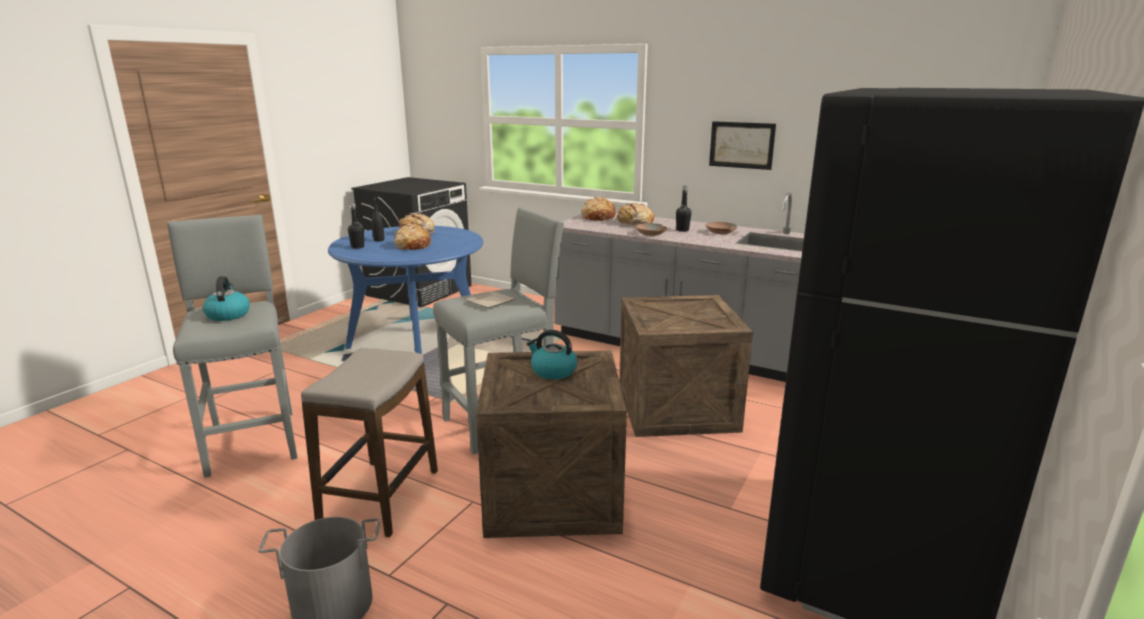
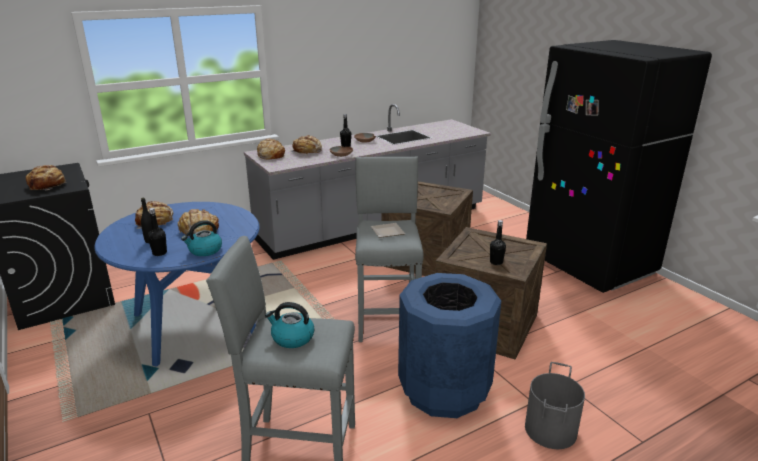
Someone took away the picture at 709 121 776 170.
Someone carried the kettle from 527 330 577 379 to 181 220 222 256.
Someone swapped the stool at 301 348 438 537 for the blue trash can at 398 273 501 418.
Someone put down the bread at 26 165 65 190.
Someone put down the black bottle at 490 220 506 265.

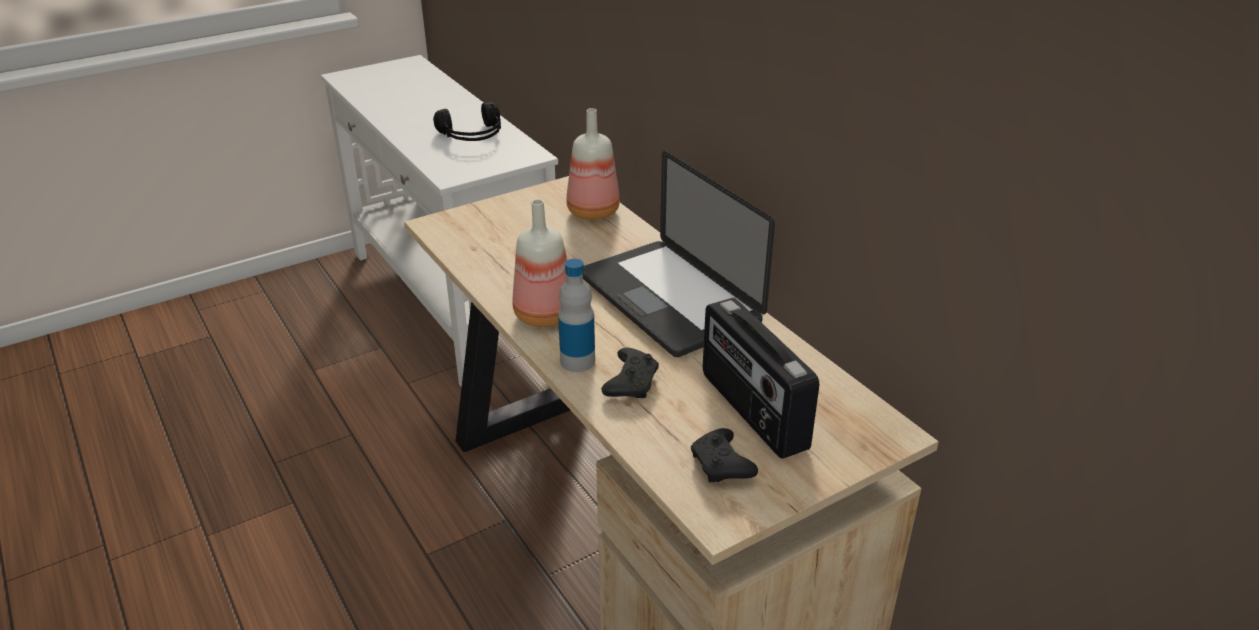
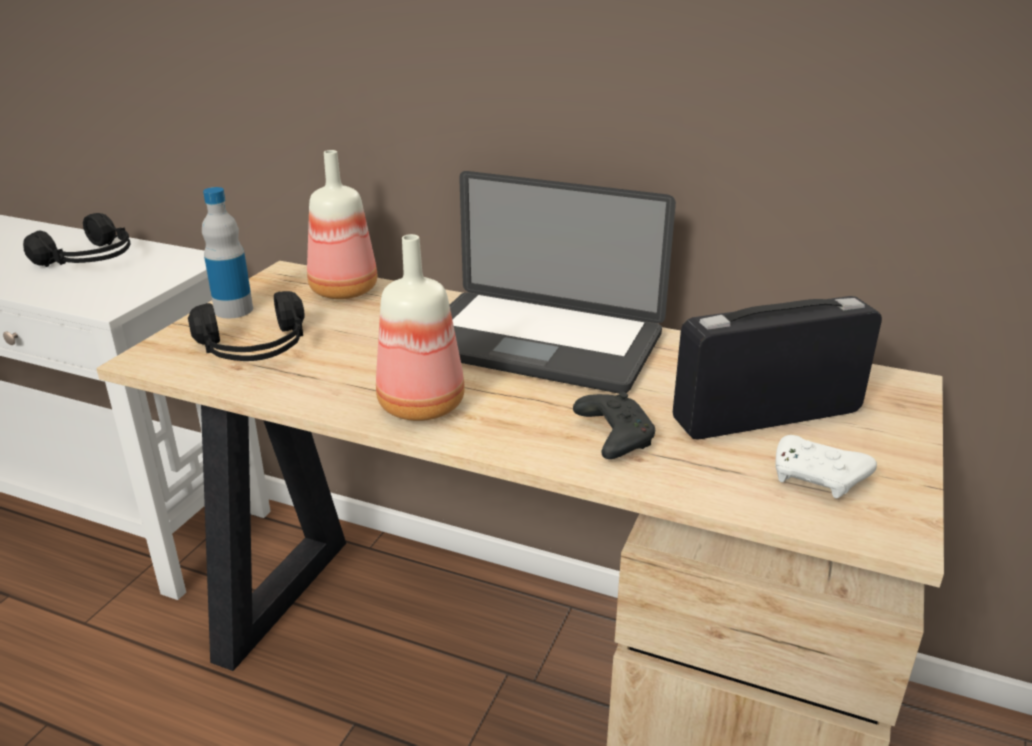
Someone carried the bottle from 558 259 595 372 to 202 187 253 318.
Someone rotated the radio at 703 298 819 459 by 135 degrees clockwise.
Someone repainted the black game controller at 691 428 758 482, which became the white game controller at 776 435 877 498.
Someone put down the black headphones at 188 291 305 361.

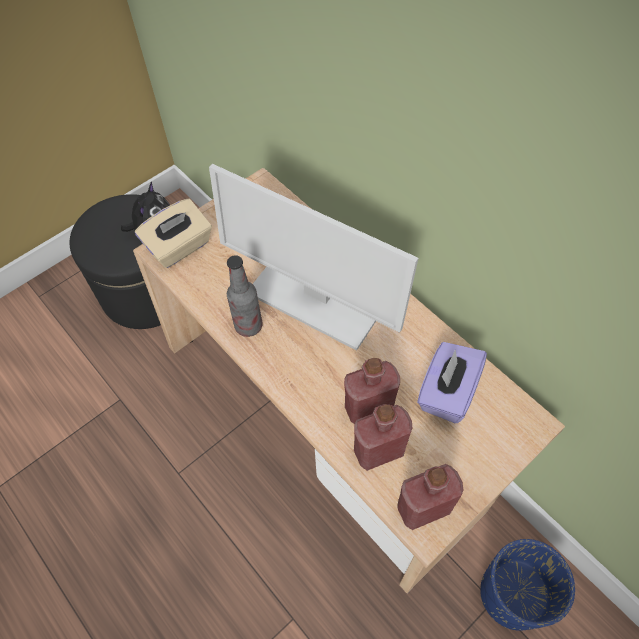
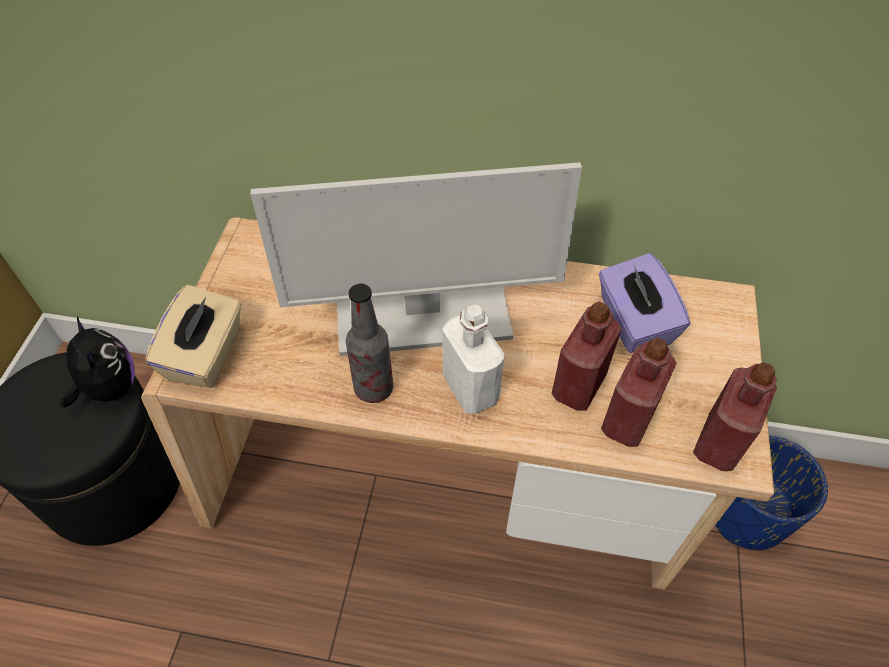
Someone put down the white bottle at 442 304 505 414.

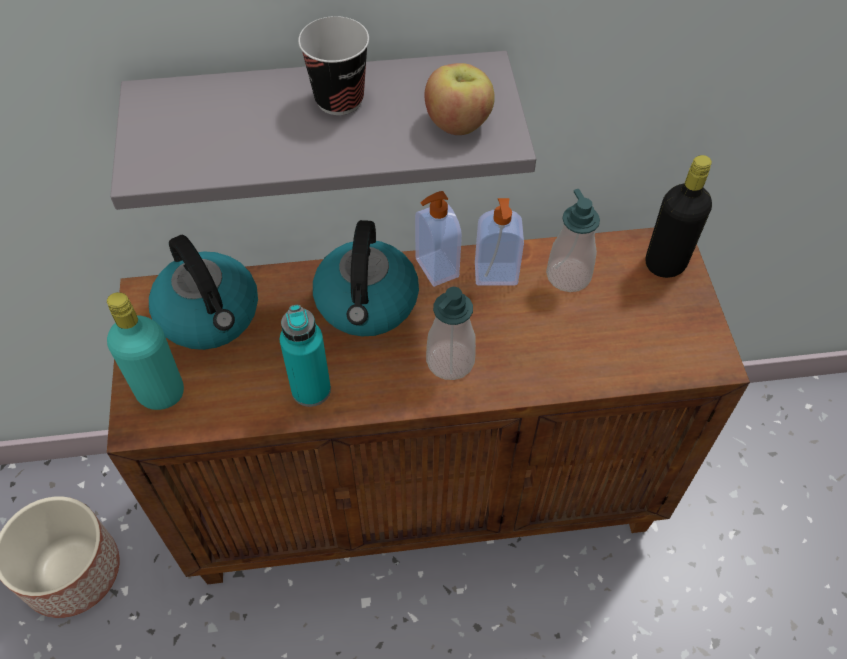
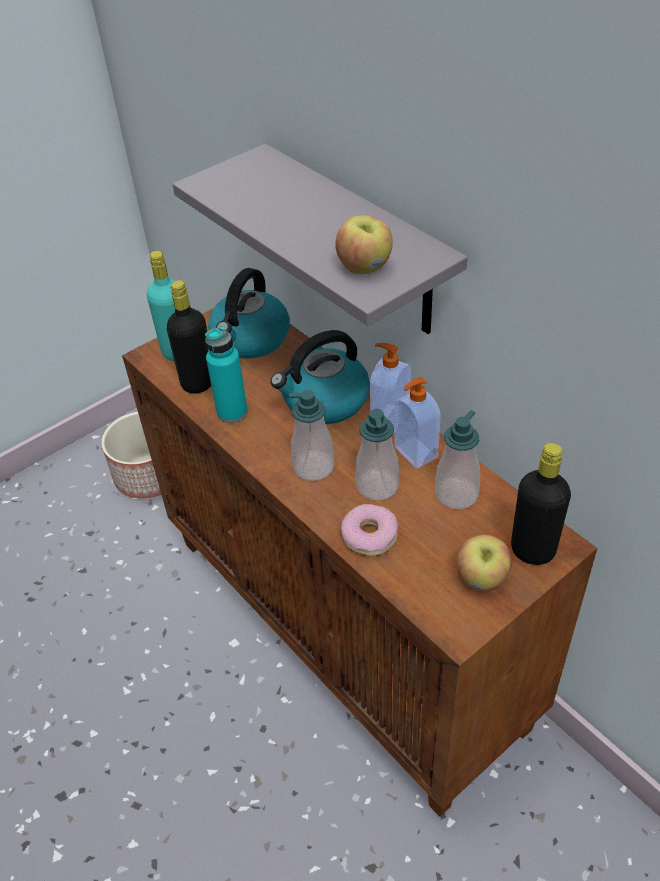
Someone took away the cup at 298 16 369 115.
Someone put down the black bottle at 167 280 211 394.
Someone put down the soap dispenser at 356 409 399 500.
Someone put down the donut at 341 504 398 556.
Someone put down the apple at 456 535 512 591.

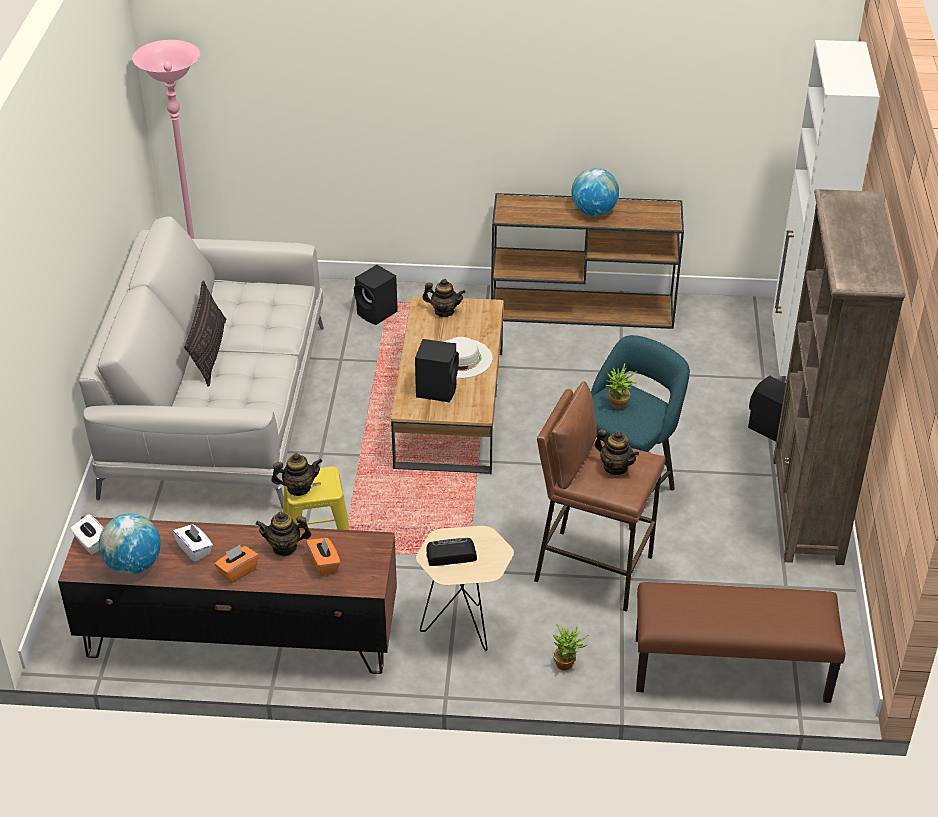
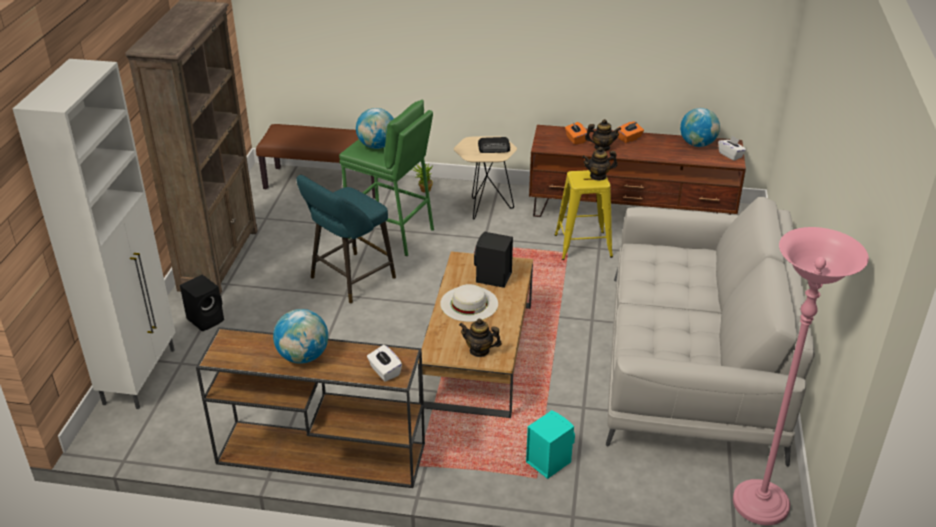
Someone repainted the black speaker at 354 265 398 325, which became the turquoise speaker at 526 410 575 479.
Someone took away the pillow at 184 281 227 387.
Someone took away the potted plant at 606 364 638 410.
Someone repainted the brown stool at 534 381 665 612, which became the green stool at 339 100 434 256.
Someone swapped the teapot at 595 429 639 475 for the globe at 356 108 394 149.
Someone carried the white tissue box from 173 523 213 562 to 367 345 402 382.

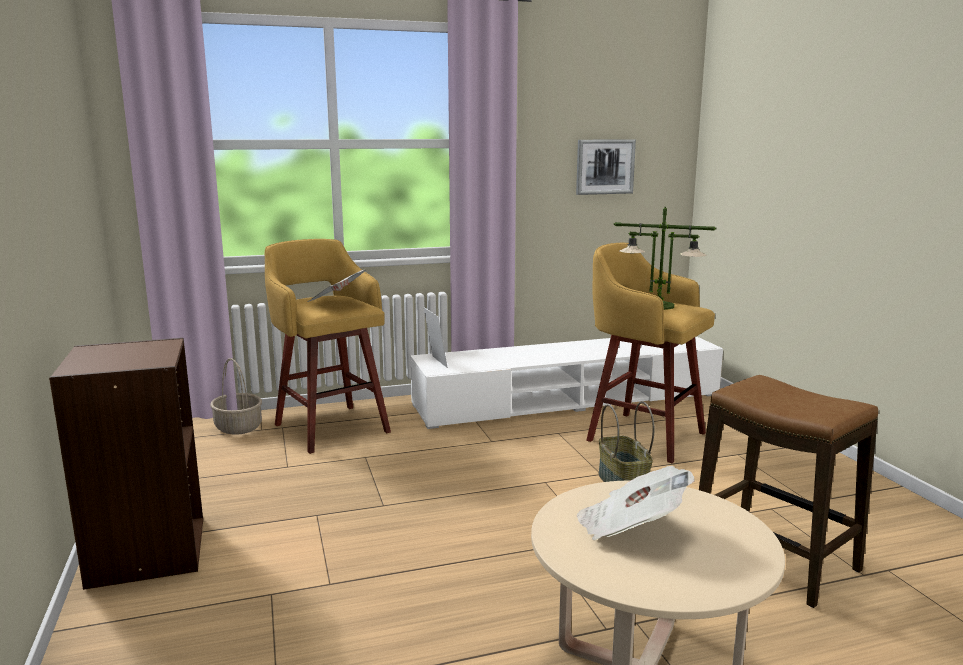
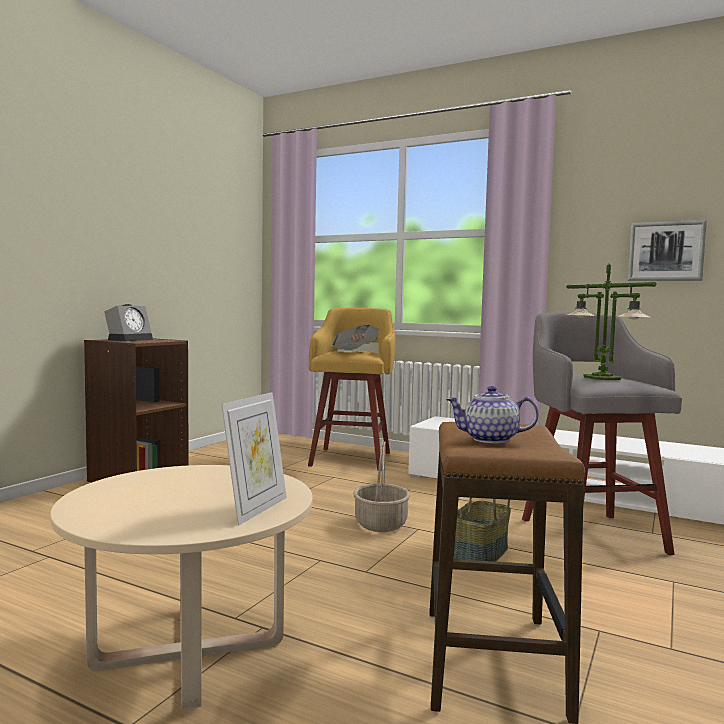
Someone repainted the yellow stool at 586 243 715 463, which became the grey stool at 522 312 682 555.
Someone carried the picture frame from 424 307 448 368 to 221 392 287 525.
Someone carried the basket from 210 358 262 435 to 354 440 410 532.
Someone took away the newspaper at 576 466 695 540.
Someone put down the alarm clock at 104 304 153 341.
Someone put down the teapot at 446 386 539 443.

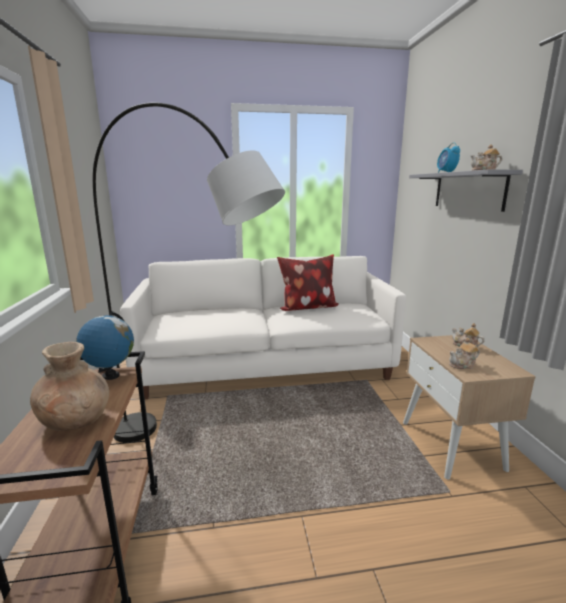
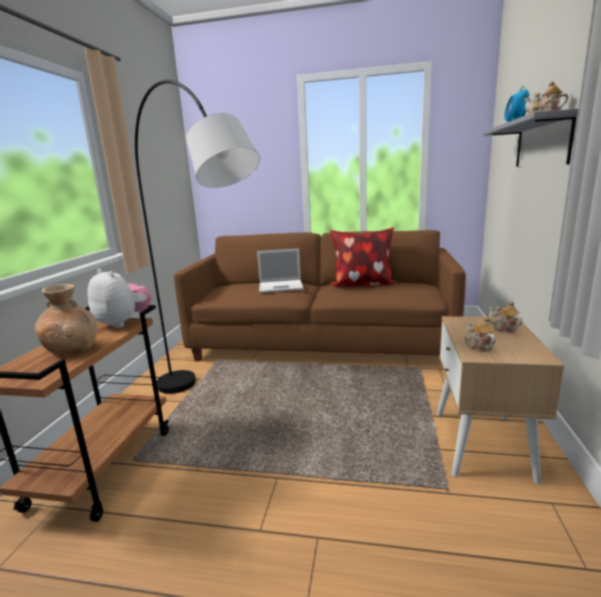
Someone repainted the white sofa at 120 256 406 399, which became the brown sofa at 174 230 466 368.
Someone swapped the globe at 76 311 134 380 for the plush toy at 87 269 152 328.
Someone rotated the teapot at 449 338 480 369 by 75 degrees clockwise.
Someone put down the laptop at 257 249 304 293.

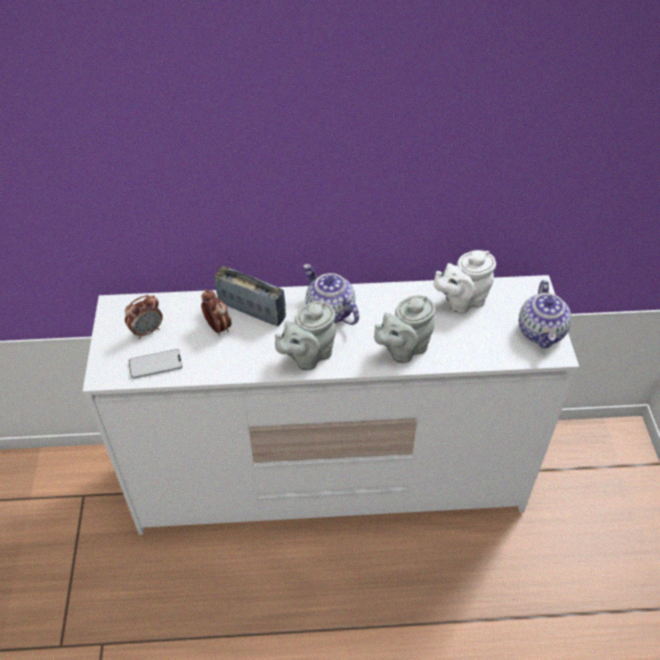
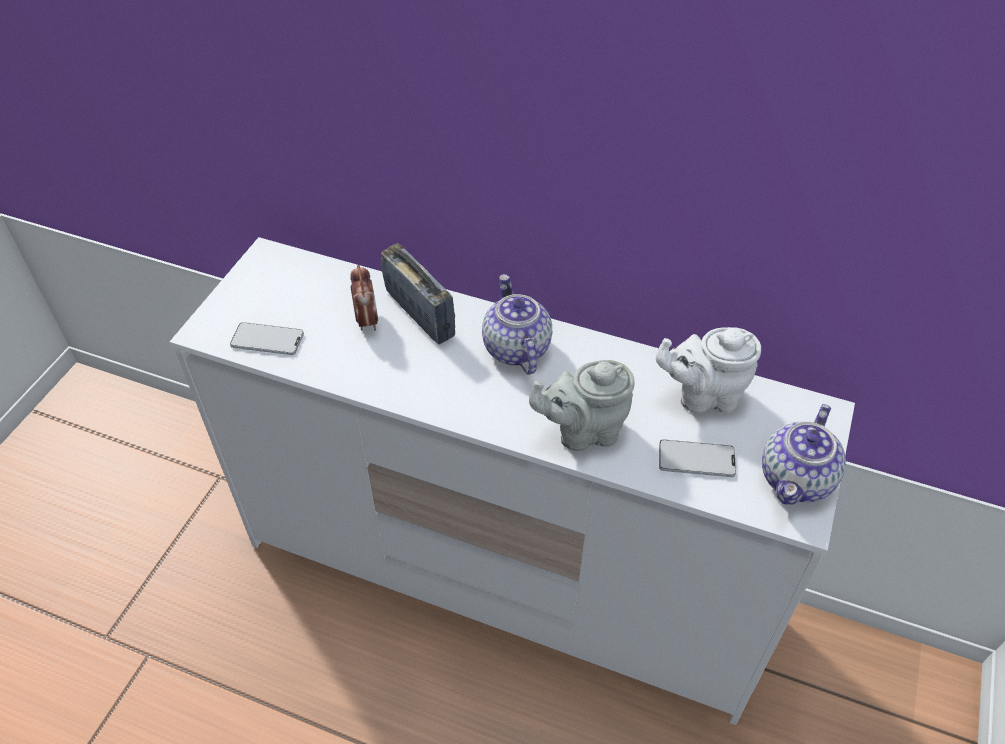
Someone took away the alarm clock at 125 295 163 339.
Someone took away the grey teapot at 275 301 336 371.
Someone put down the phone at 659 440 736 477.

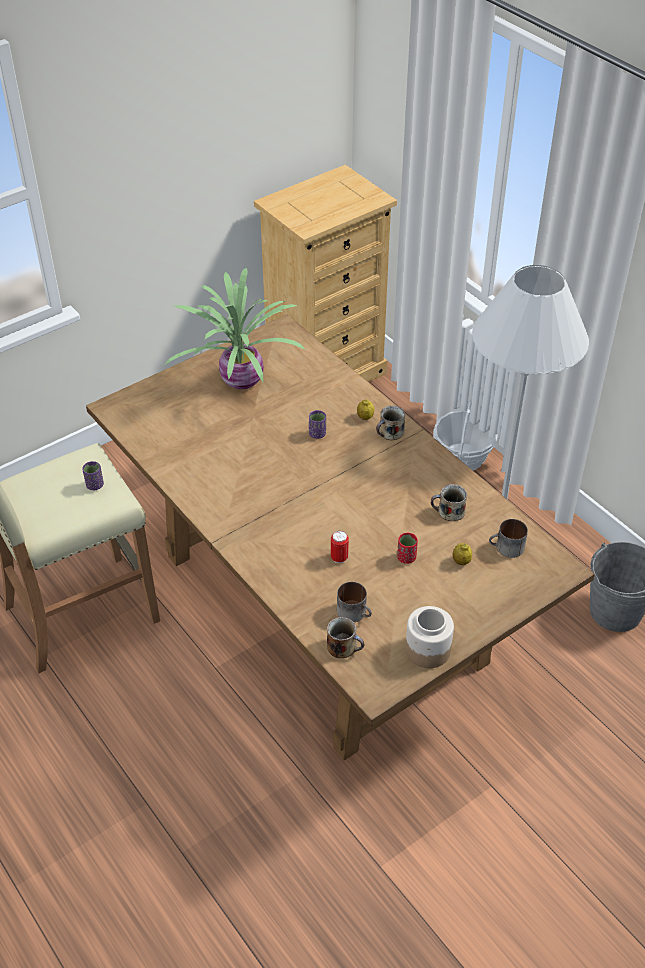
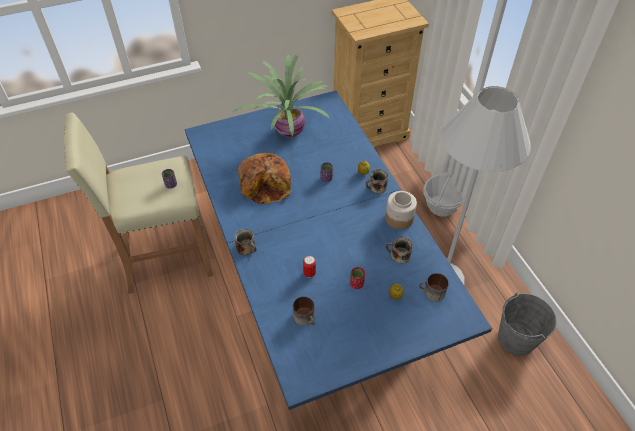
Someone repainted the brown dining table at 86 314 595 760, which became the blue dining table at 185 91 492 410.
Someone carried the jar from 405 606 454 668 to 385 191 417 230.
Someone carried the mug from 327 617 365 658 to 234 229 256 255.
Someone put down the bread at 238 153 292 204.

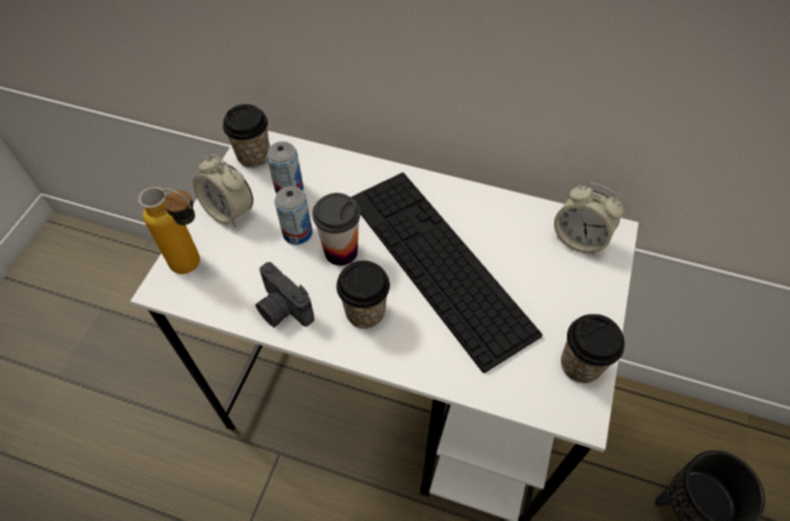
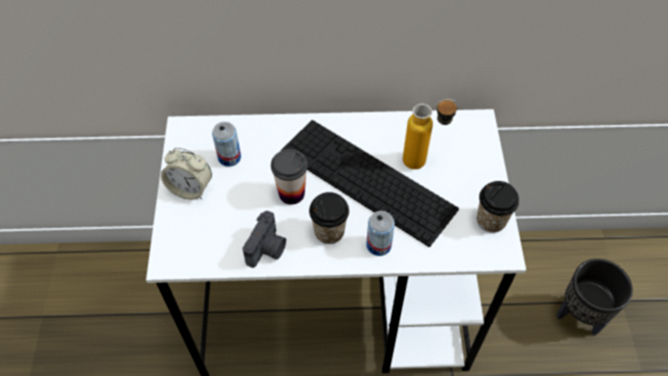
Someone took away the cup at 223 104 270 168.
Someone took away the alarm clock at 554 183 623 255.
Someone carried the can from 275 186 313 245 to 366 211 395 256.
Someone carried the bottle from 139 187 200 274 to 403 99 459 169.
Someone rotated the photo camera at 255 262 314 328 by 90 degrees counterclockwise.

